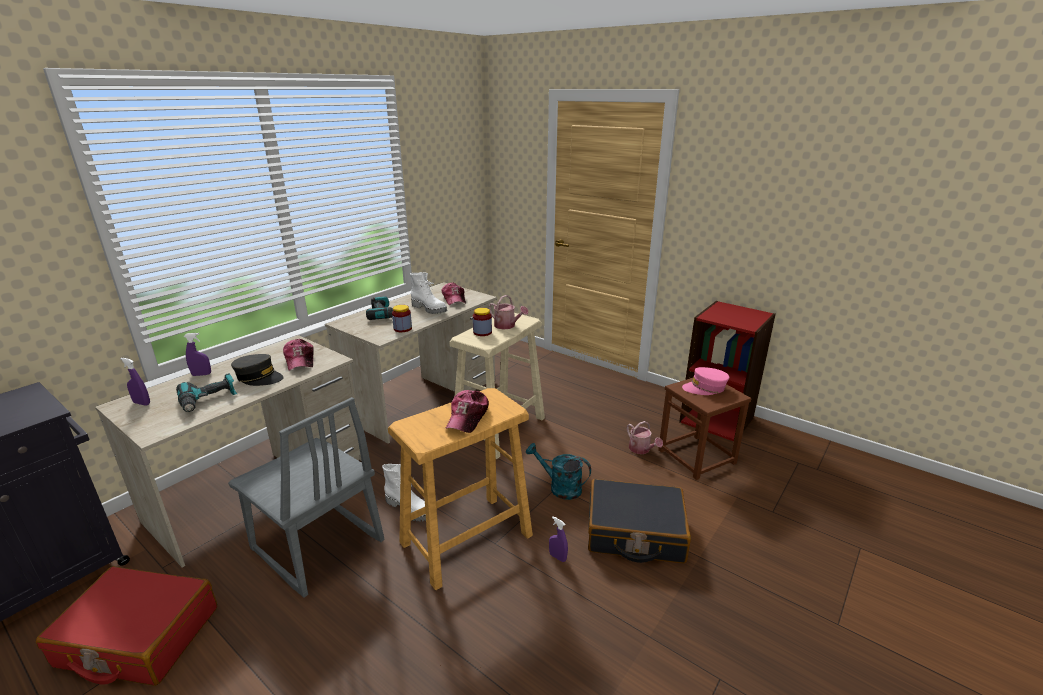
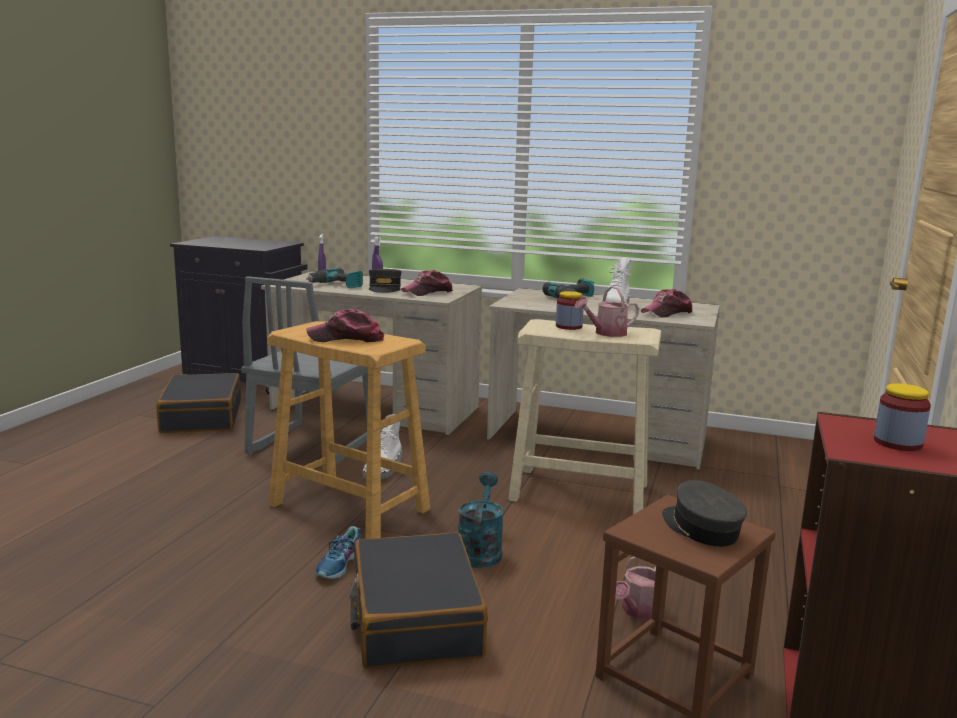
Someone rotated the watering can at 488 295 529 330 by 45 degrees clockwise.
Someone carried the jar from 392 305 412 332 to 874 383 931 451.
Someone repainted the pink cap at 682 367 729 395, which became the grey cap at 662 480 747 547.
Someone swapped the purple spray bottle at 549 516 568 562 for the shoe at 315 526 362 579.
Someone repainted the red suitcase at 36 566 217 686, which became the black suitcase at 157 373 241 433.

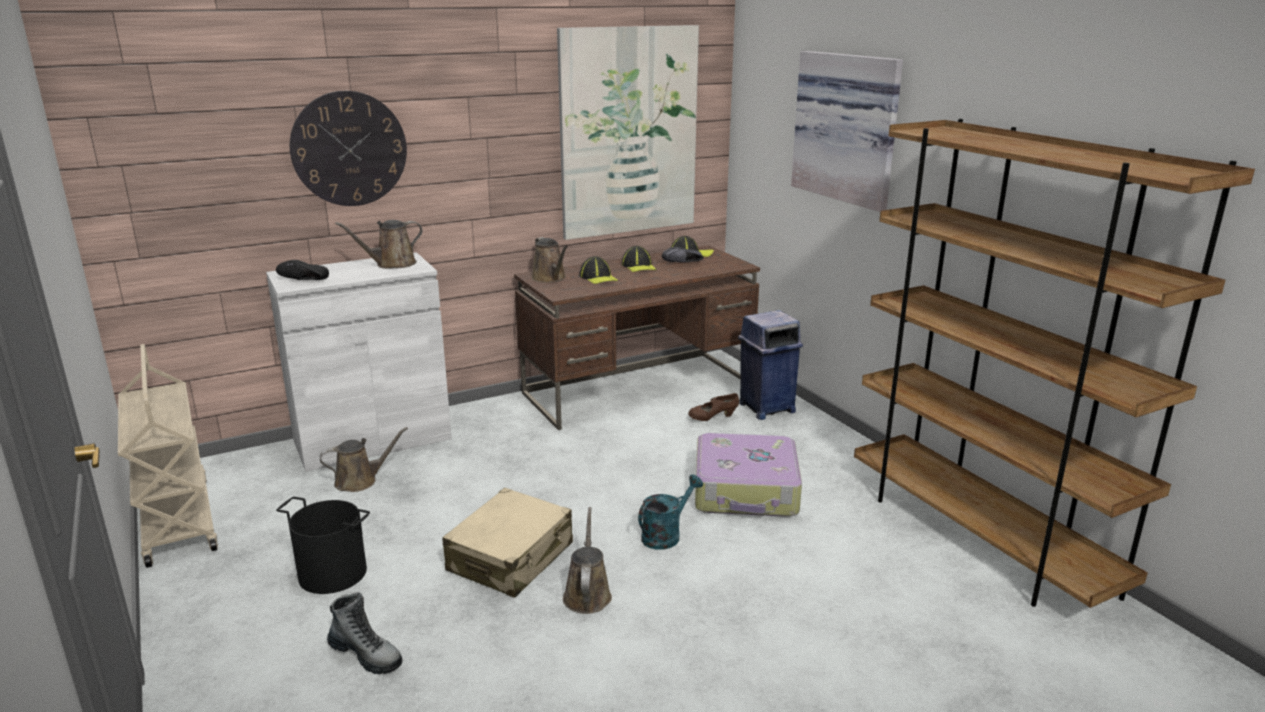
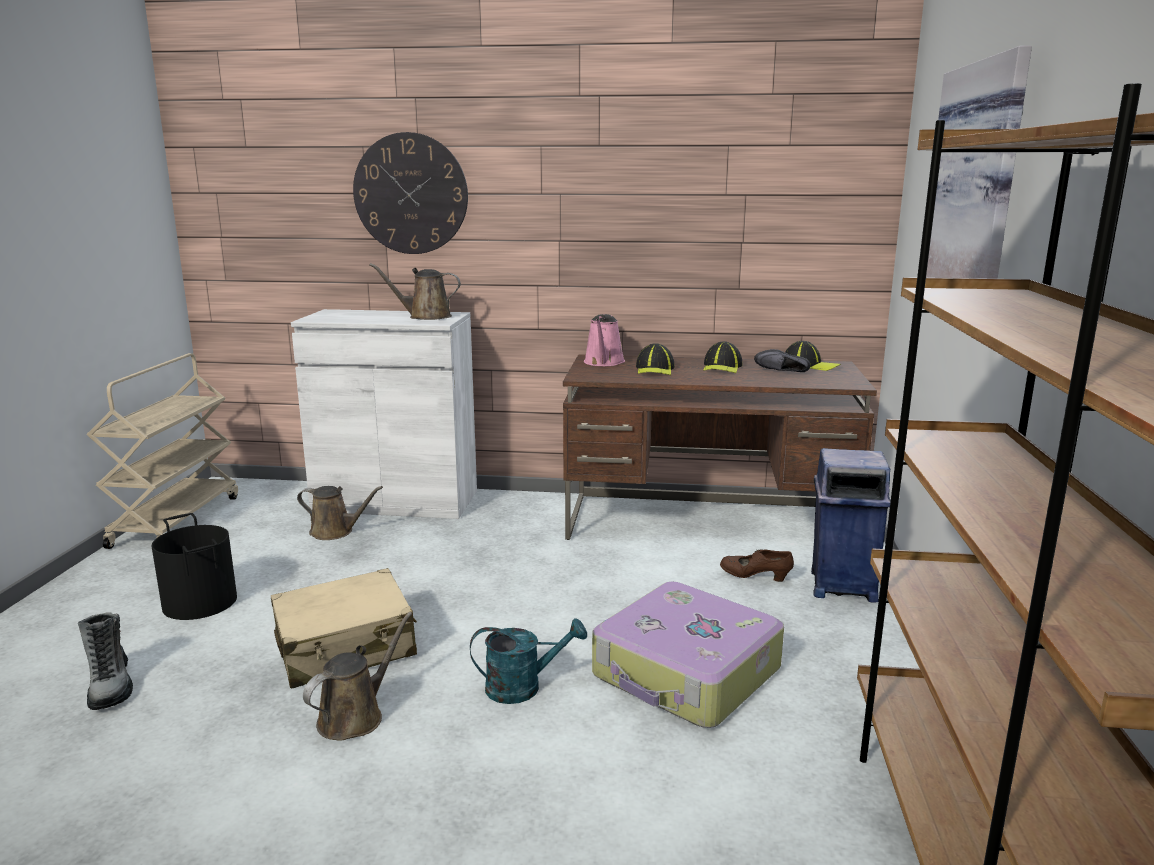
Someone took away the picture at 557 25 699 240.
Someone repainted the brown watering can at 531 237 568 283, which became the pink watering can at 584 314 625 366.
Someone took away the black shoe at 276 260 329 280.

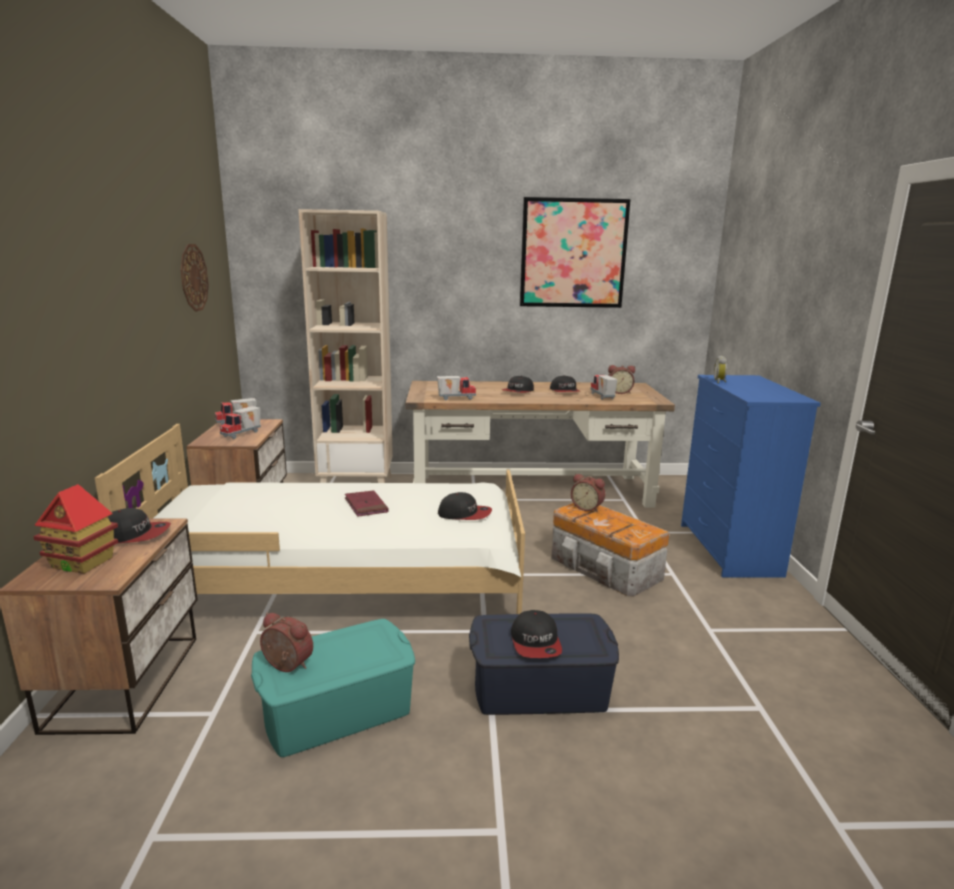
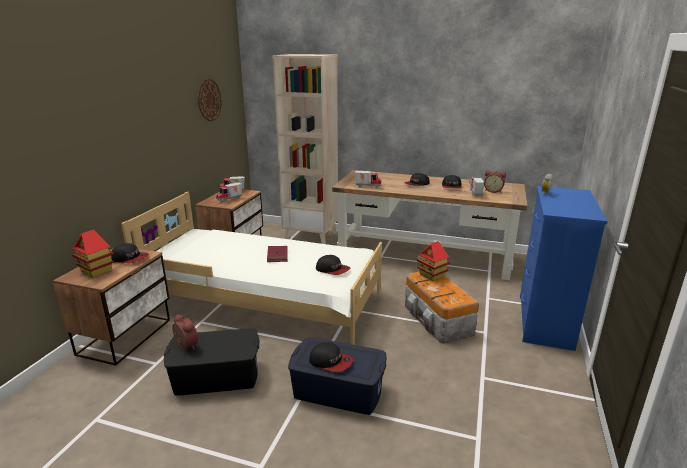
Someone took away the picture at 520 197 631 308.
Someone swapped the alarm clock at 571 474 605 512 for the toy house at 417 241 450 281.
Someone rotated the cap at 511 610 562 658 by 75 degrees counterclockwise.
Someone repainted the turquoise storage box at 251 619 415 757, which became the black storage box at 164 328 259 396.

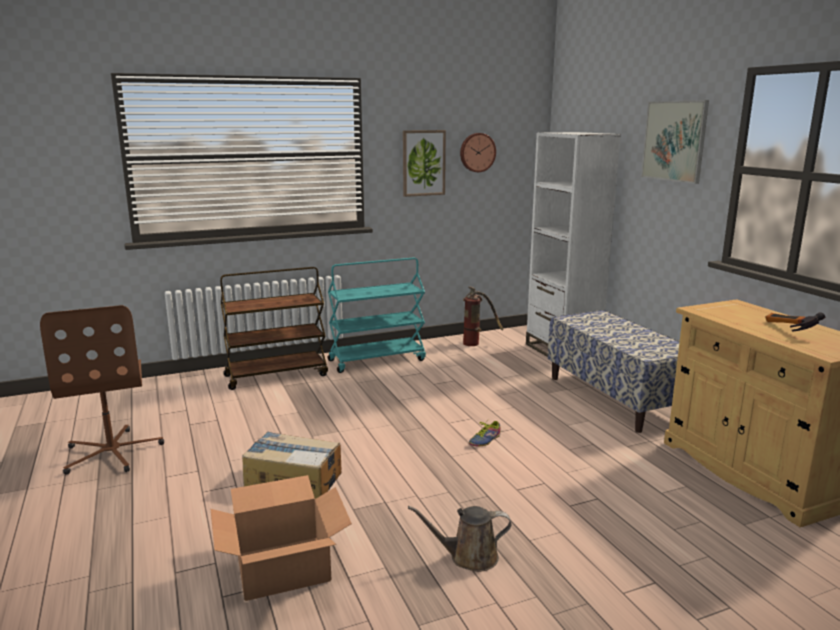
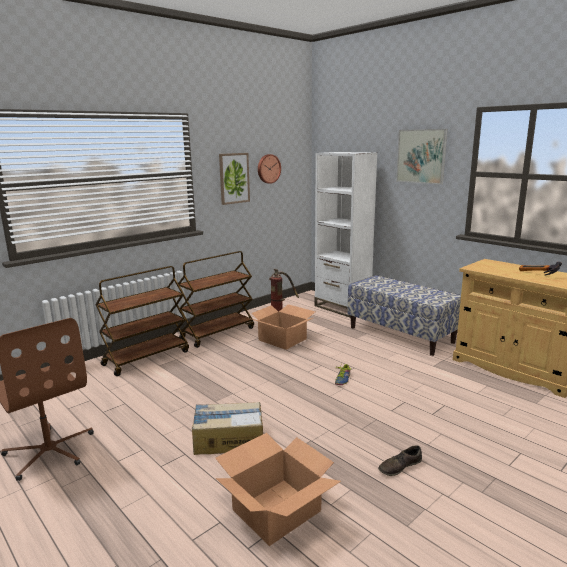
Someone repainted the turquoise cart at 327 258 426 373, which became the brown cart at 178 251 254 348.
Someone swapped the brown watering can at 408 506 511 572 for the brown shoe at 378 445 422 476.
Someone put down the cardboard box at 248 304 315 350.

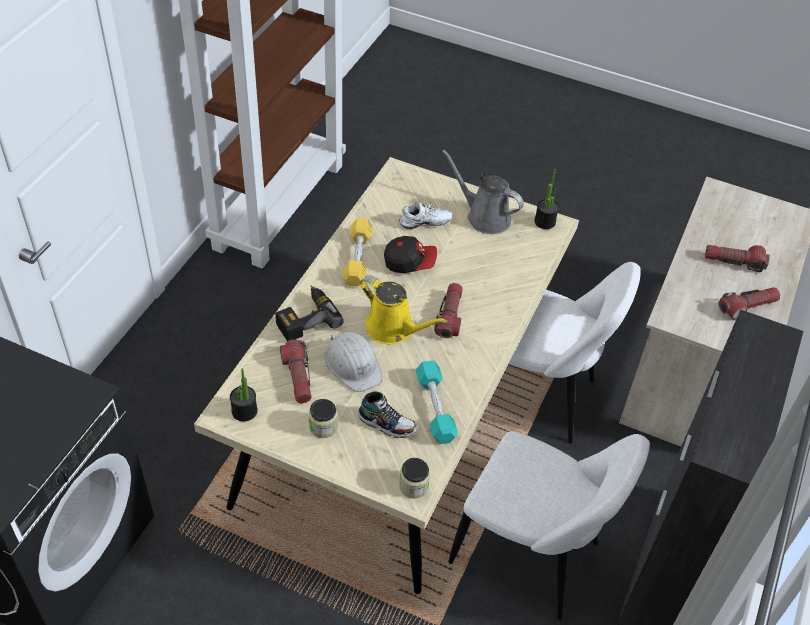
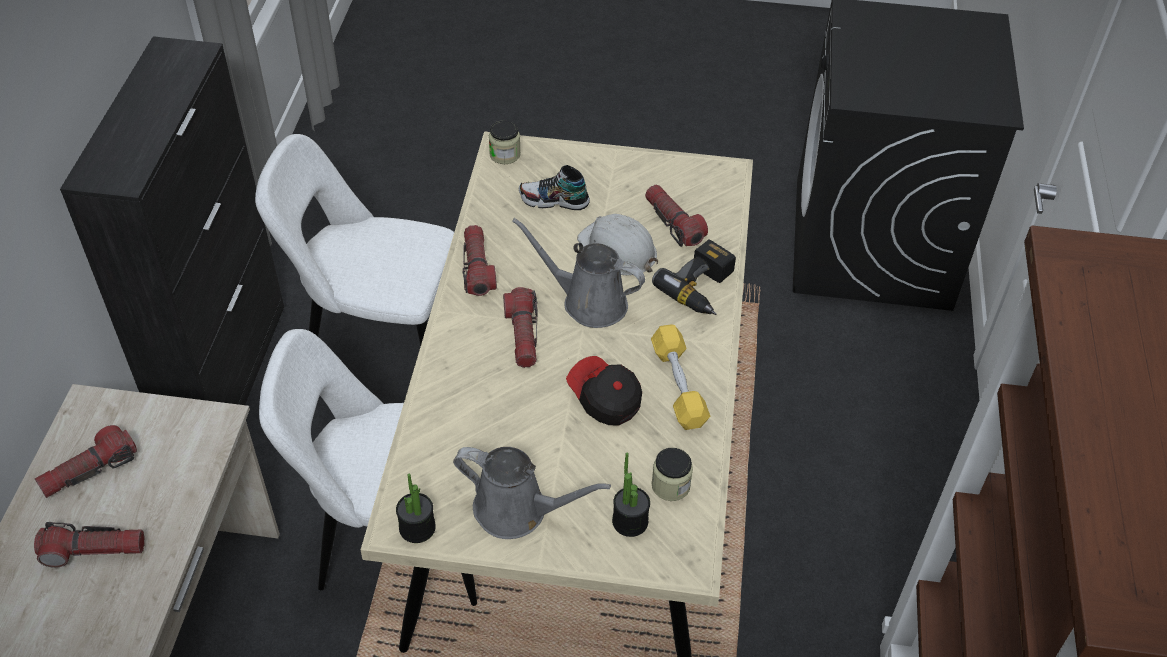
Someone took away the white shoe at 399 202 452 229.
Someone rotated the cap at 384 236 437 273 by 60 degrees clockwise.
Someone repainted the yellow watering can at 360 275 448 344, which became the grey watering can at 512 218 645 328.
Someone took away the turquoise dumbbell at 416 360 458 444.
Someone carried the potted plant from 230 369 258 422 to 612 452 650 537.
Someone carried the jar from 309 399 338 438 to 651 448 693 501.
Someone put down the flashlight at 463 225 497 296.

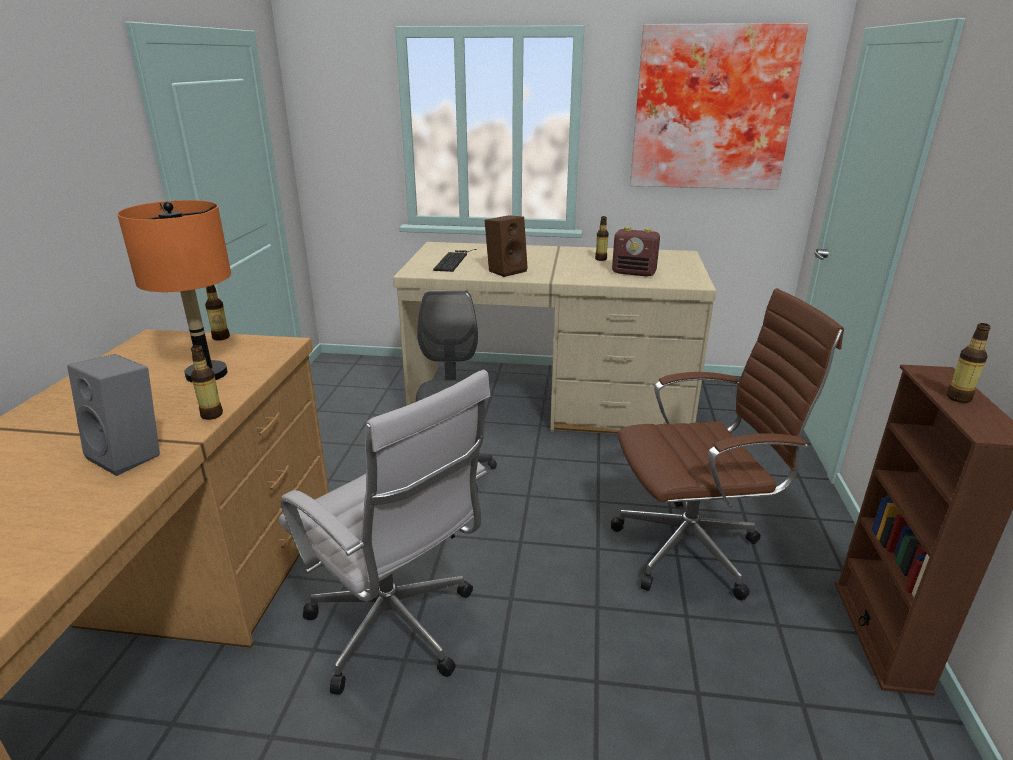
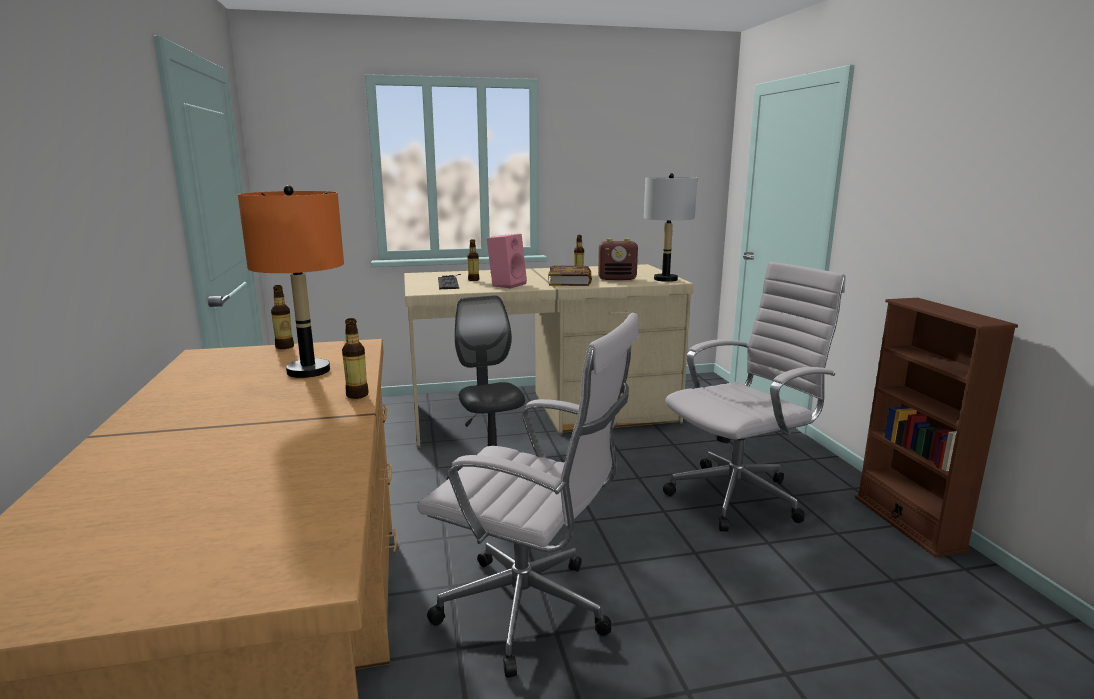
Someone took away the picture at 630 23 808 190.
Someone repainted the brown speaker at 485 215 528 277, which became the pink speaker at 487 234 527 289.
Someone repainted the brown office chair at 611 288 844 600, which became the white office chair at 663 262 846 532.
Someone carried the bottle from 946 323 991 403 to 467 239 479 281.
Someone took away the grey speaker at 67 354 160 476.
Someone put down the grey table lamp at 644 173 697 282.
Someone put down the book at 548 265 592 286.

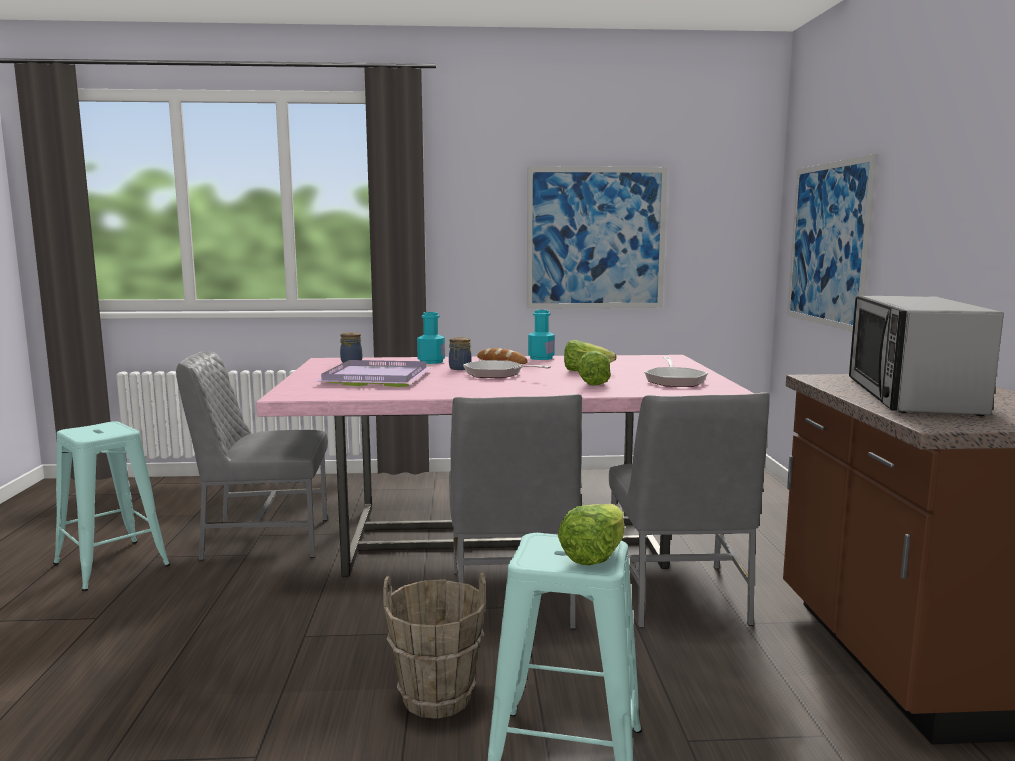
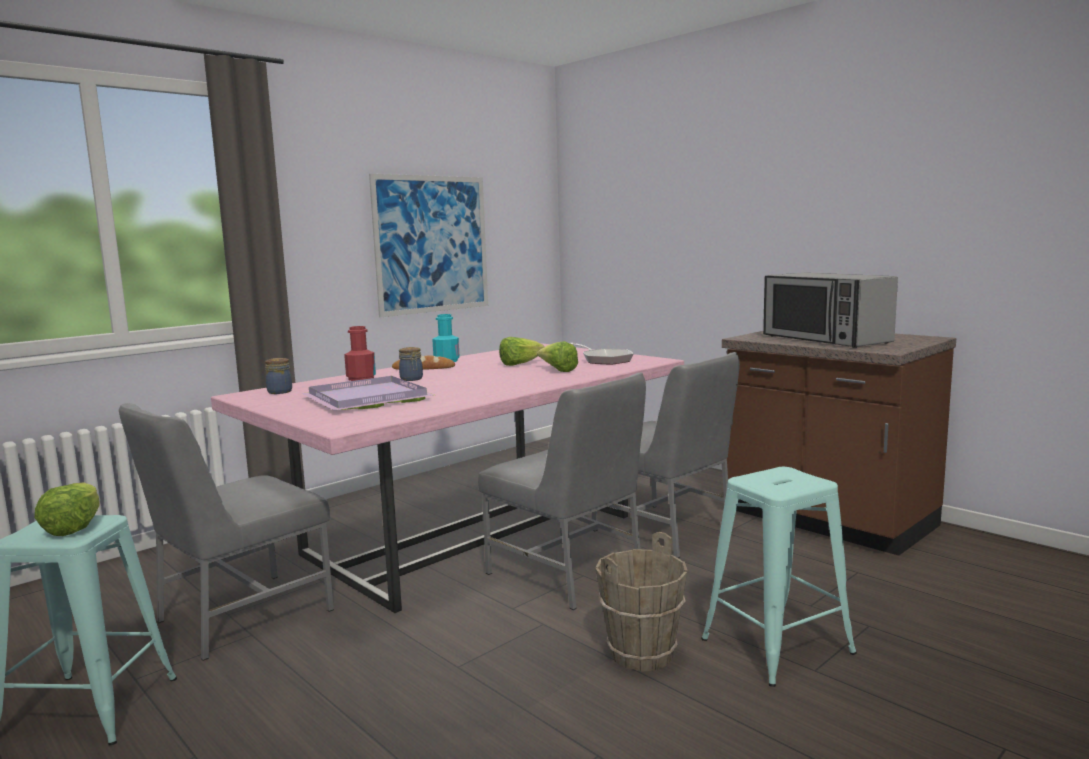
Someone took away the picture at 787 154 877 332.
Someone repainted the turquoise bottle at 417 312 445 364, which became the red bottle at 344 326 376 381.
Someone took away the frying pan at 463 360 551 378.
Someone carried the lettuce from 558 504 625 565 to 35 482 99 536.

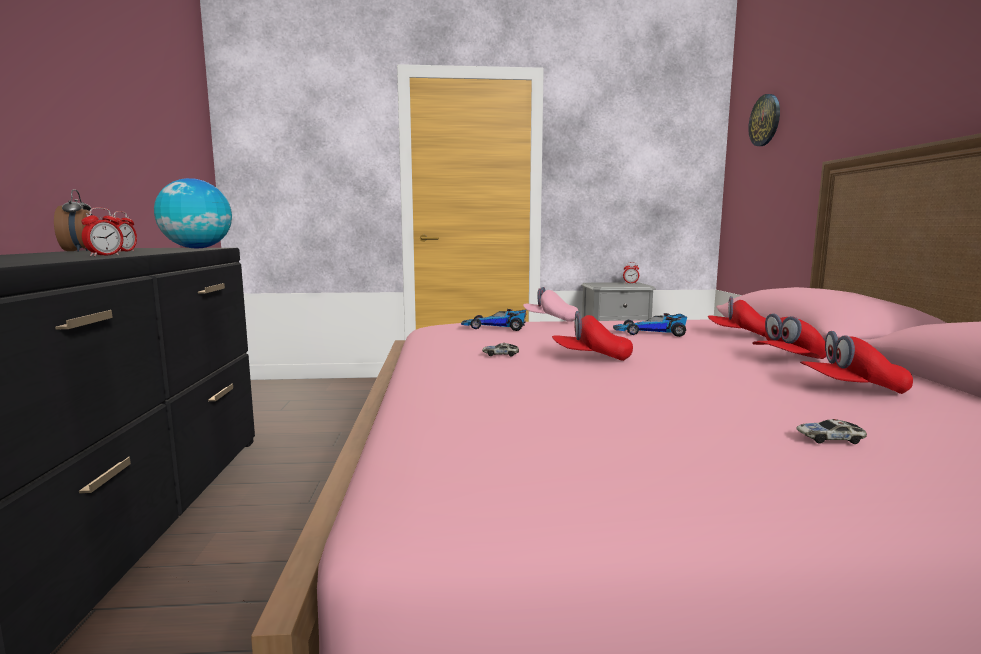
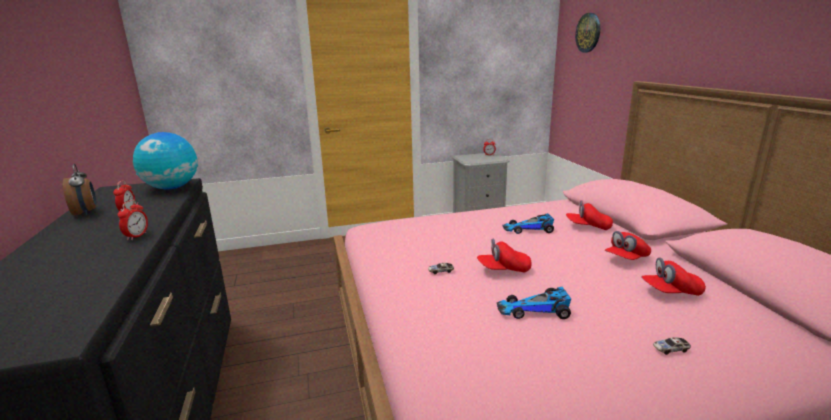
Someone took away the pink cap at 523 287 578 322.
Someone carried the toy car from 461 309 527 331 to 497 287 571 319.

